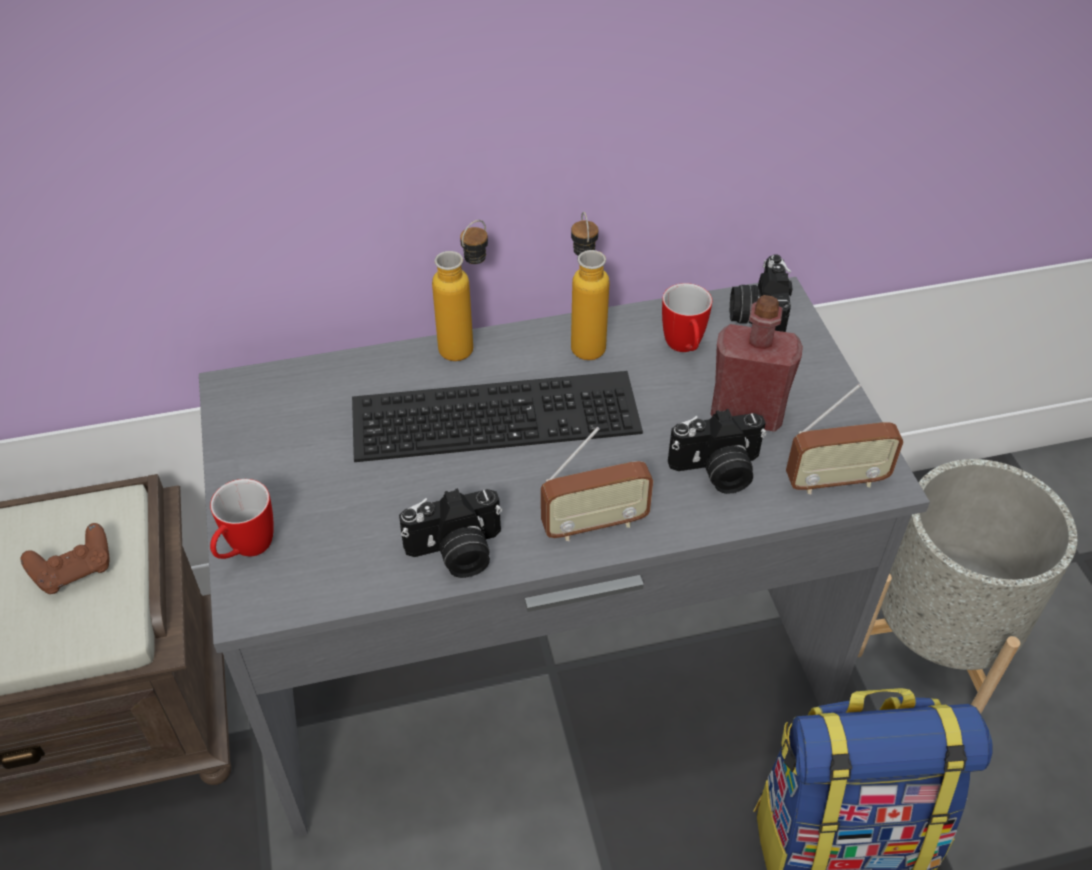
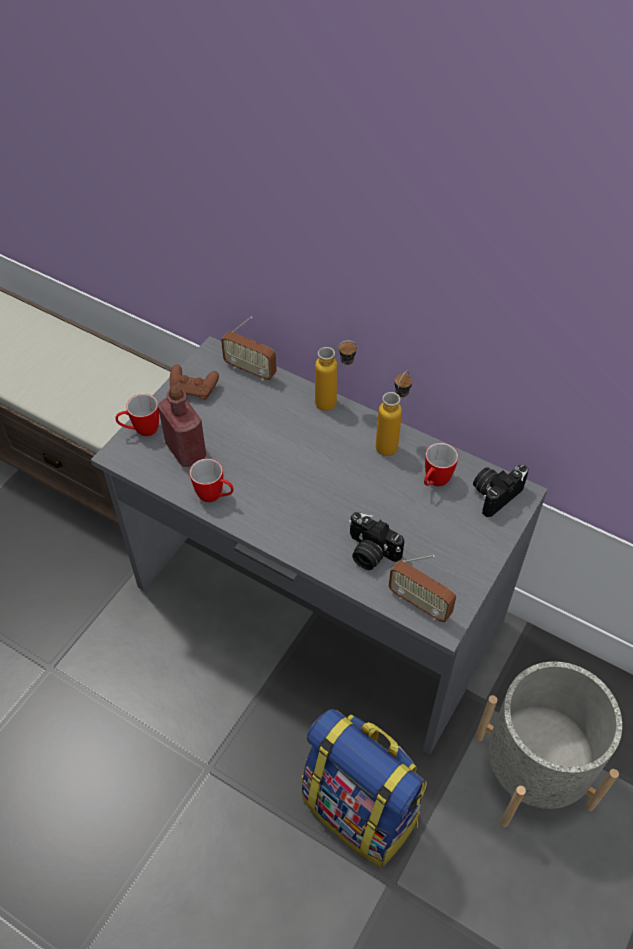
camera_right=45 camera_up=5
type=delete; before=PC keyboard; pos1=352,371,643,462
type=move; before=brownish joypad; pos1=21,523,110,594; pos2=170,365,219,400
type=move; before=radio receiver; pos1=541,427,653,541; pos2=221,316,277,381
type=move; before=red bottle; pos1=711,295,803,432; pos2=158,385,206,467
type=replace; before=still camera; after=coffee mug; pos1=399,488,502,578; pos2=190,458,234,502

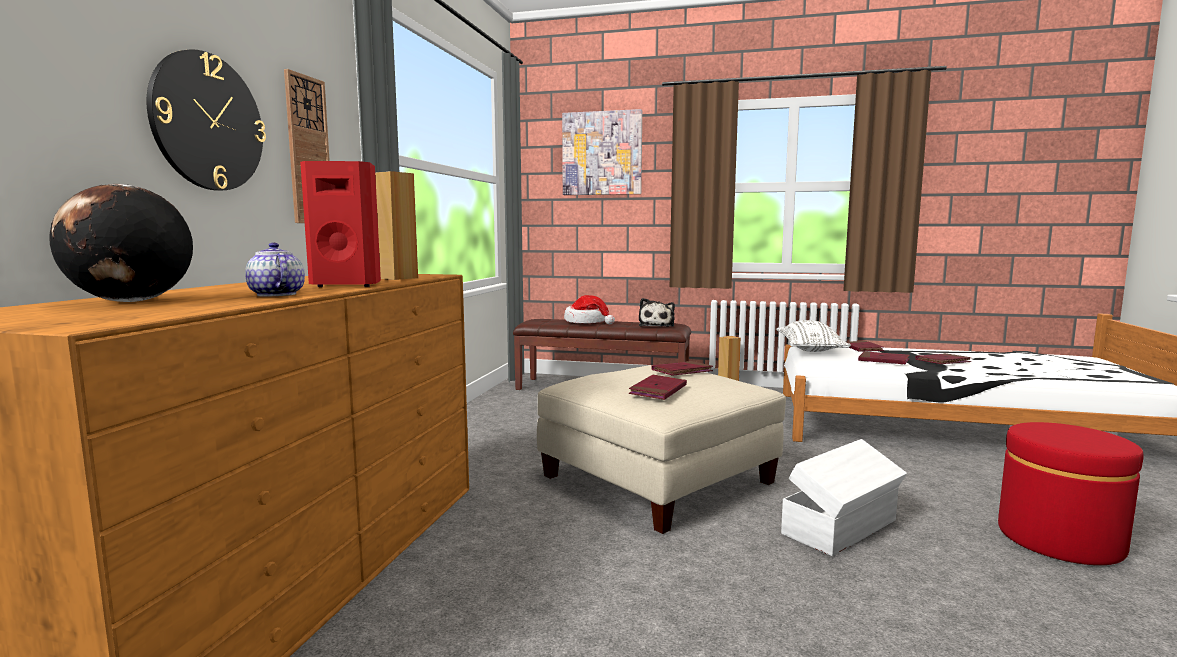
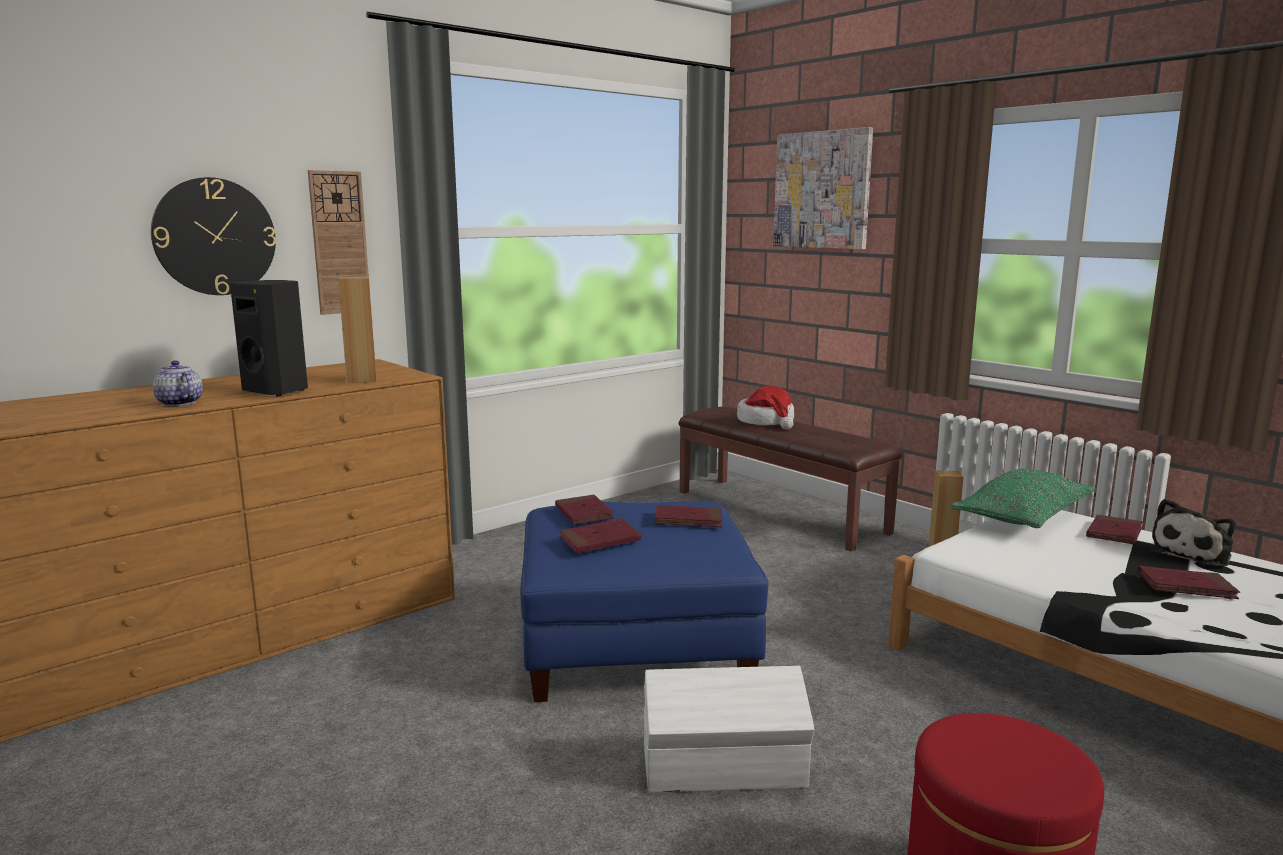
camera_right=35 camera_up=5
type=delete; before=world globe; pos1=49,184,193,302
type=move; before=soft toy; pos1=639,298,675,327; pos2=1150,499,1236,566
type=move; before=red bound book; pos1=858,351,910,365; pos2=555,495,614,524
type=recolor; before=red loudspeaker; after=black loudspeaker; pos1=300,161,381,287; pos2=230,280,308,396
type=recolor; before=beige-coloured footrest; after=bluish footrest; pos1=537,365,786,534; pos2=520,501,768,702
type=recolor; before=white cushion; after=green cushion; pos1=776,320,851,352; pos2=951,469,1095,528
type=rotate; before=pot for tea; pos1=245,242,305,296; pos2=153,360,203,406; turn=-45

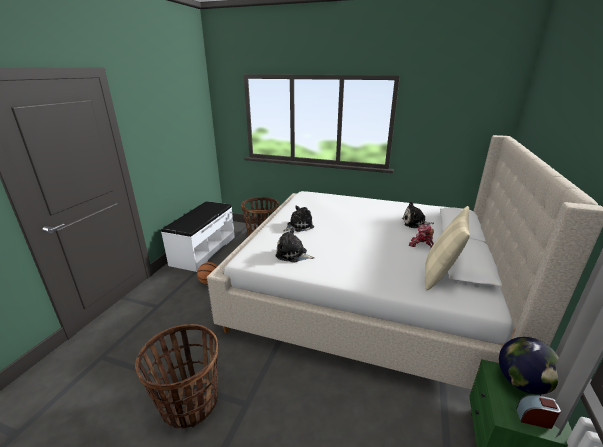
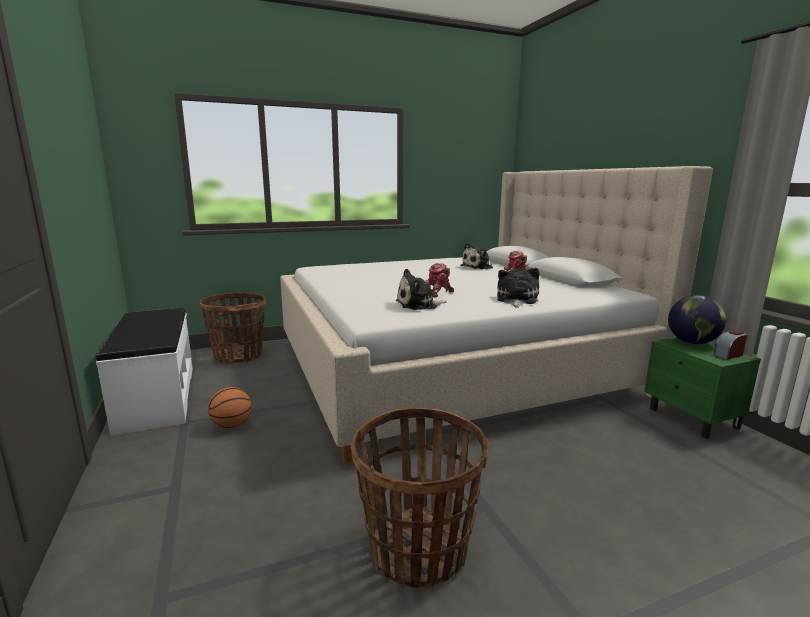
camera_right=-40 camera_up=-10
type=delete; before=beige-coloured cushion; pos1=425,206,470,290
type=insert; after=model robot; pos2=425,263,454,297
type=move; before=soft toy; pos1=284,206,314,232; pos2=497,268,539,308

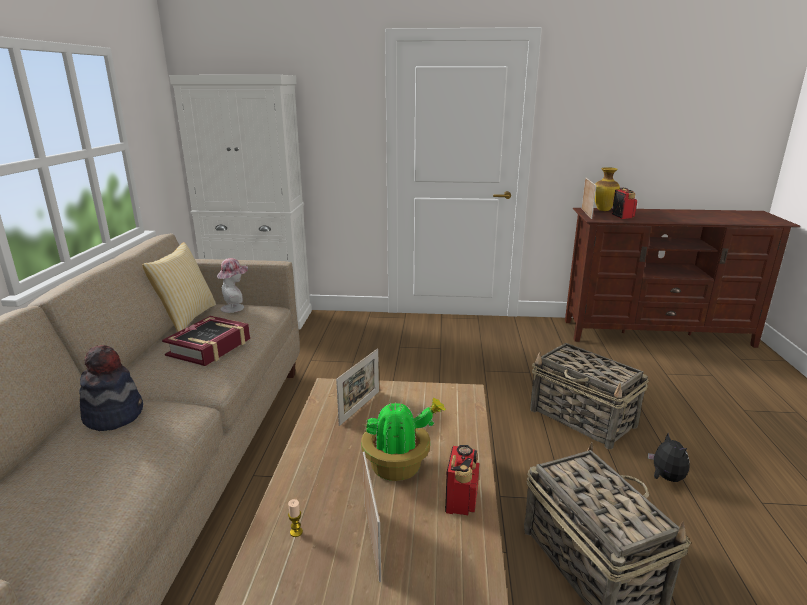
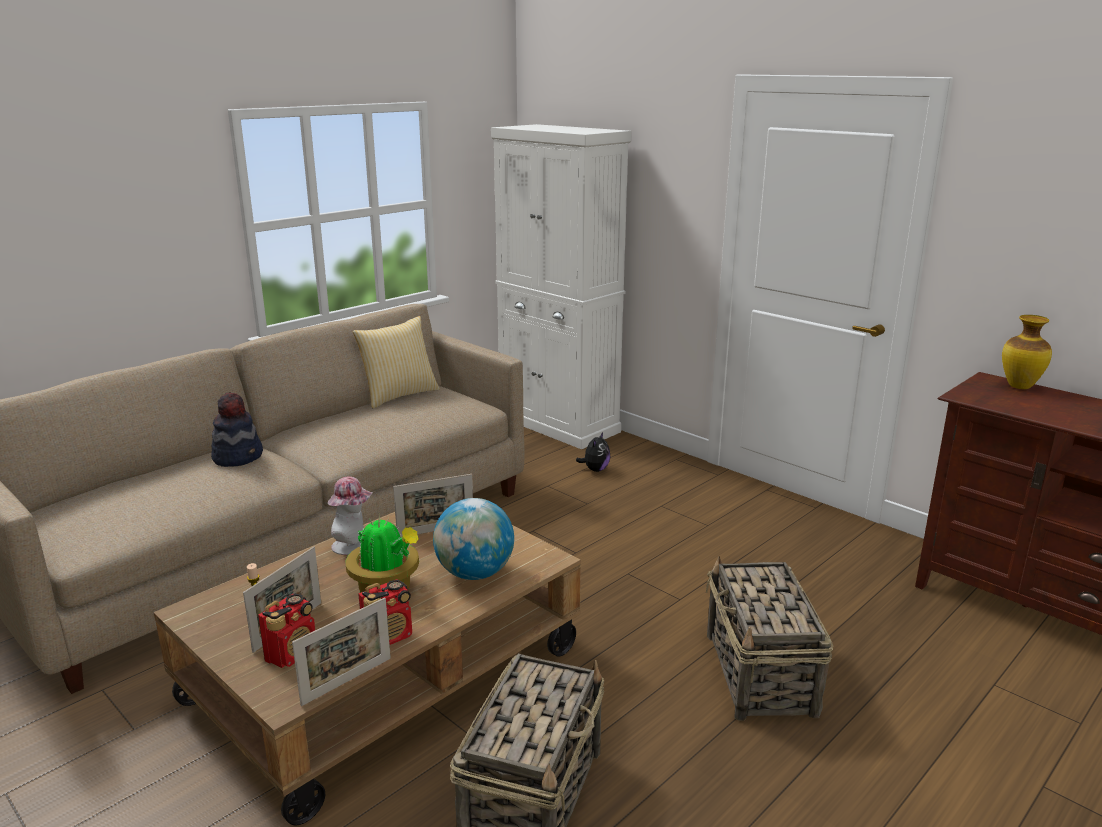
camera_right=40 camera_up=0
type=delete; before=bound book; pos1=162,316,250,366
type=insert; after=world globe; pos2=433,498,514,580
type=move; before=clothing hat; pos1=217,258,248,313; pos2=328,476,373,555
type=move; before=photo frame; pos1=582,178,597,219; pos2=292,598,391,706
type=move; before=radio receiver; pos1=612,188,637,219; pos2=258,594,315,668
type=move; before=soft toy; pos1=648,433,690,482; pos2=576,432,611,472

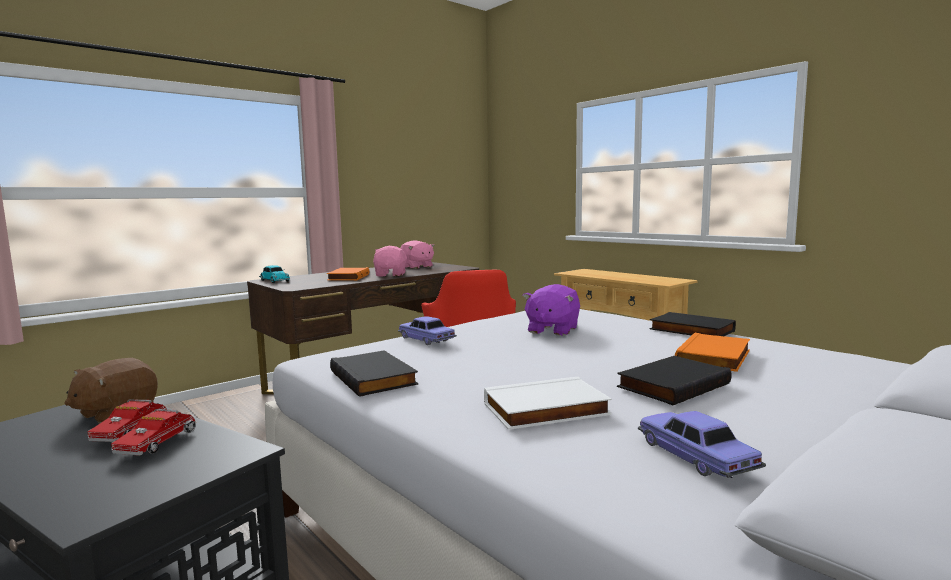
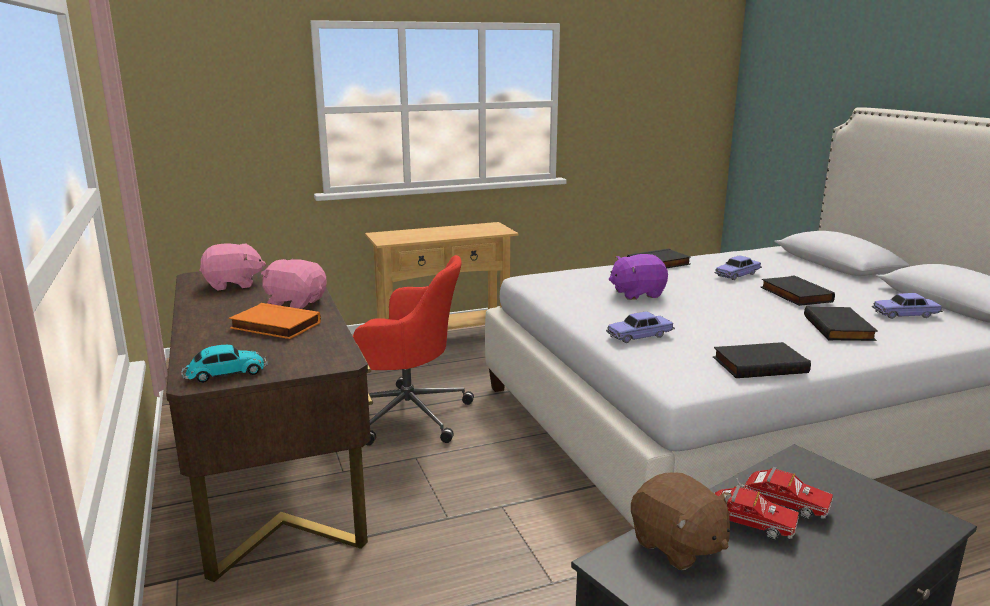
camera_right=-70 camera_up=10
type=replace; before=orange bound book; after=miniature car; pos1=675,333,750,372; pos2=714,255,762,280
type=recolor; before=white bound book; after=black bound book; pos1=484,377,612,430; pos2=804,306,878,341
type=rotate; before=purple-coloured soft toy; pos1=522,284,580,336; pos2=609,254,668,300; turn=120

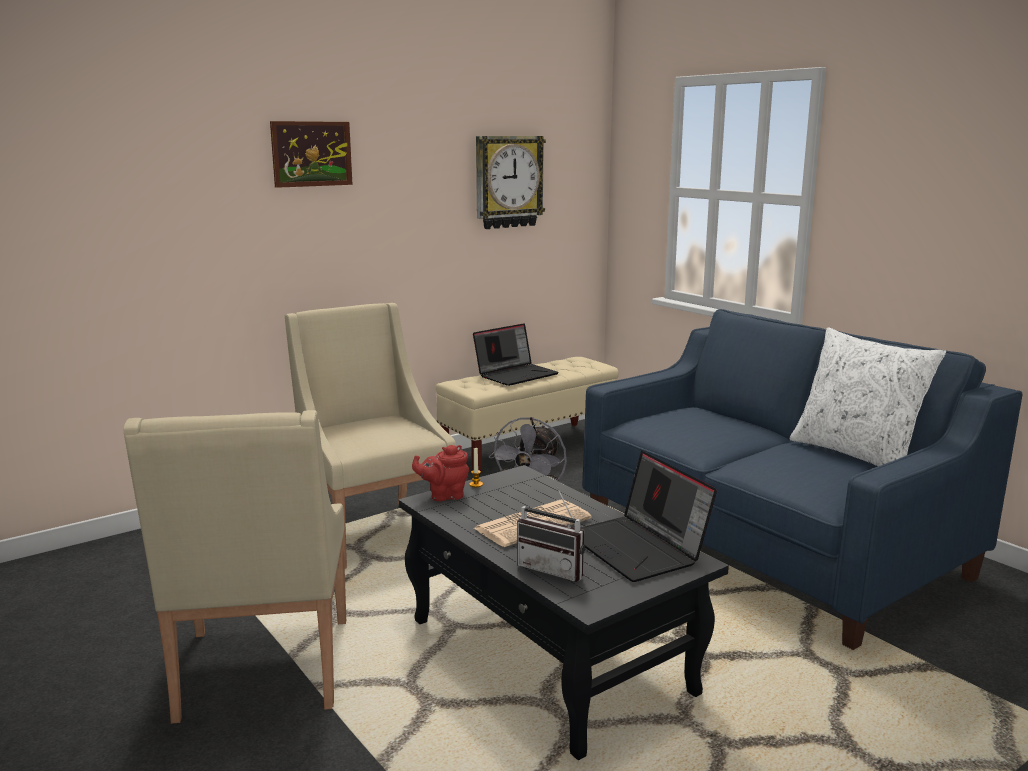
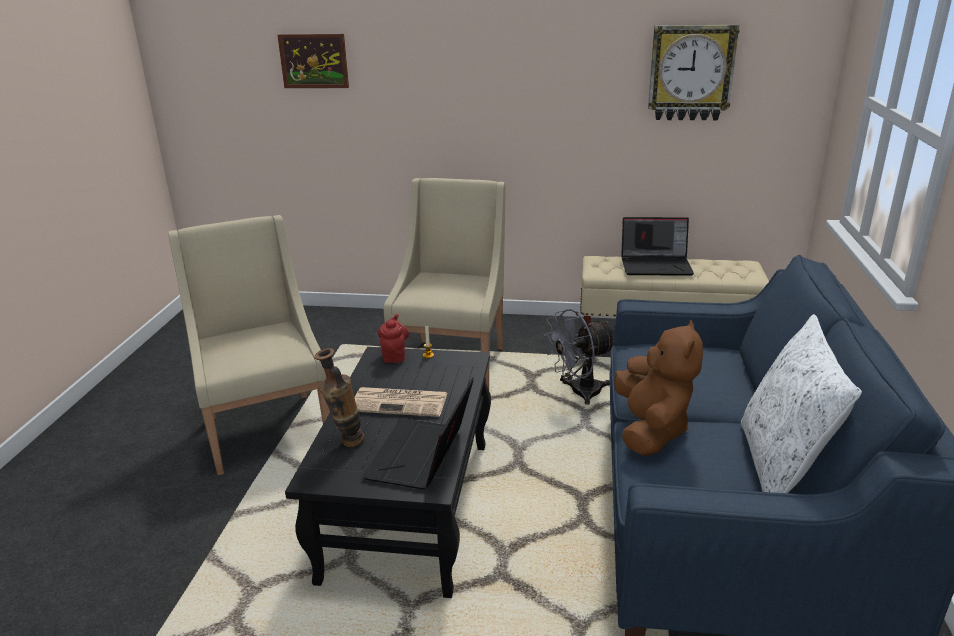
camera_right=45 camera_up=10
type=insert; after=brownish soft toy; pos2=614,320,703,456
type=move; before=wall picture; pos1=270,121,353,188; pos2=277,34,349,88
type=replace; before=radio receiver; after=vase; pos1=517,487,585,582; pos2=314,348,364,447
type=rotate; before=beige-coloured easy chair; pos1=123,410,346,724; pos2=168,215,330,475; turn=120
type=rotate; before=red pot for tea; pos1=412,445,469,501; pos2=378,314,409,363; turn=60

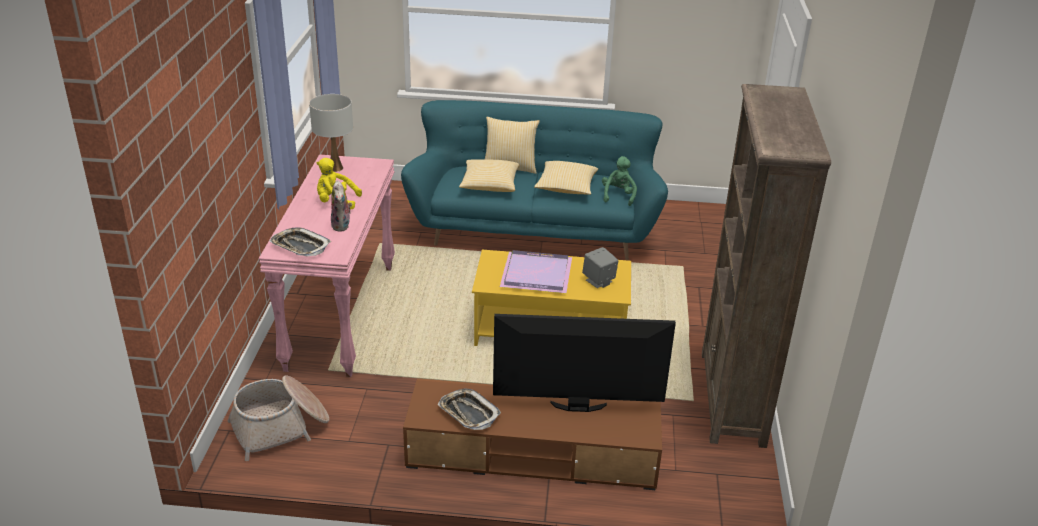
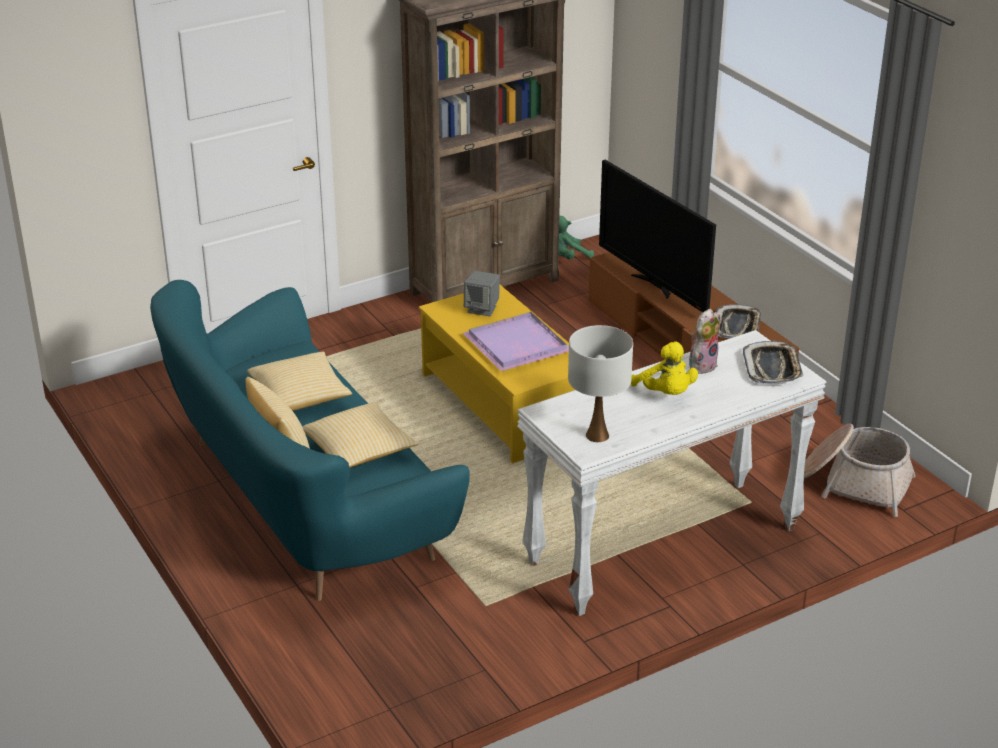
camera_right=-125 camera_up=0
type=move; before=green soft toy; pos1=602,156,637,206; pos2=559,216,594,259
type=recolor; before=pink-coloured console table; after=white console table; pos1=259,155,395,377; pos2=517,330,826,616

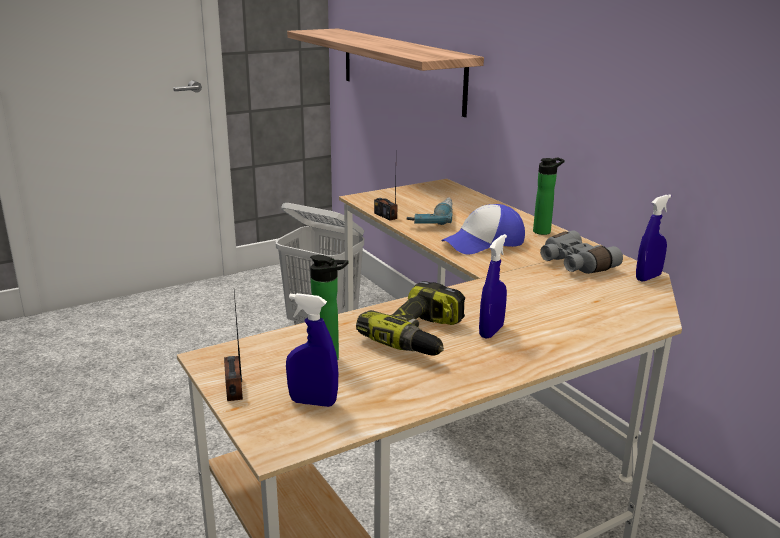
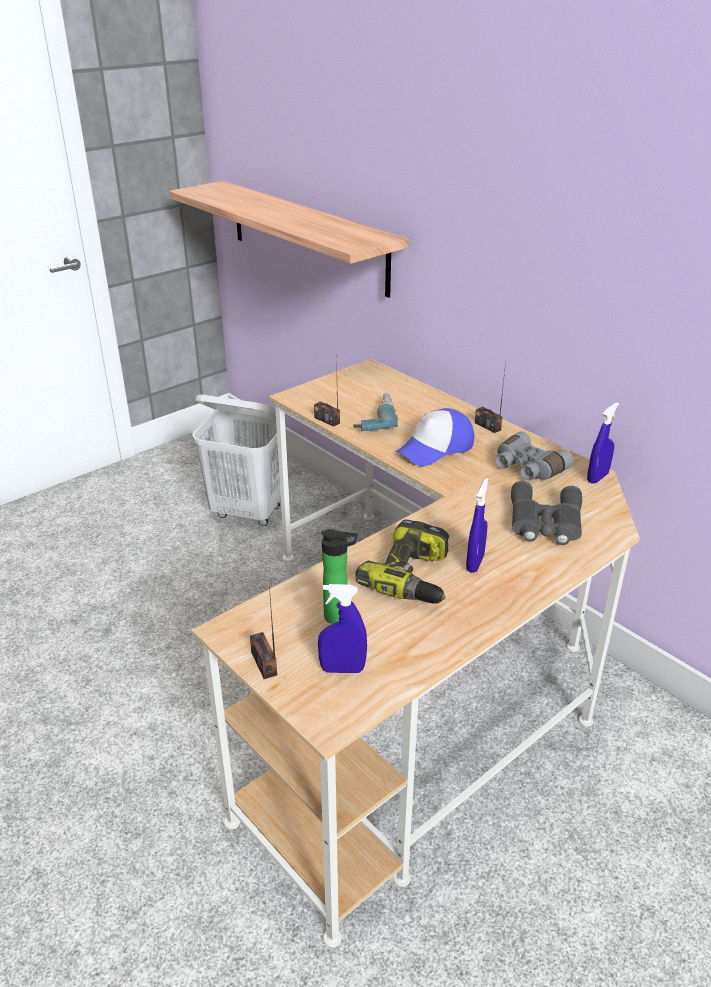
camera_right=-10 camera_up=10
type=insert; after=gray binoculars; pos2=511,481,582,545
type=replace; before=bottle; after=radio receiver; pos1=533,157,565,235; pos2=475,362,506,433

